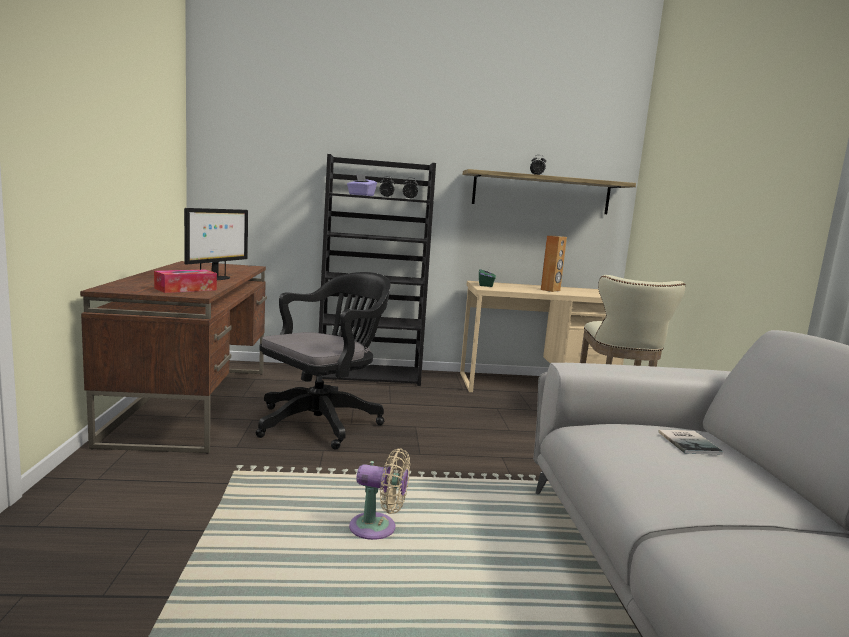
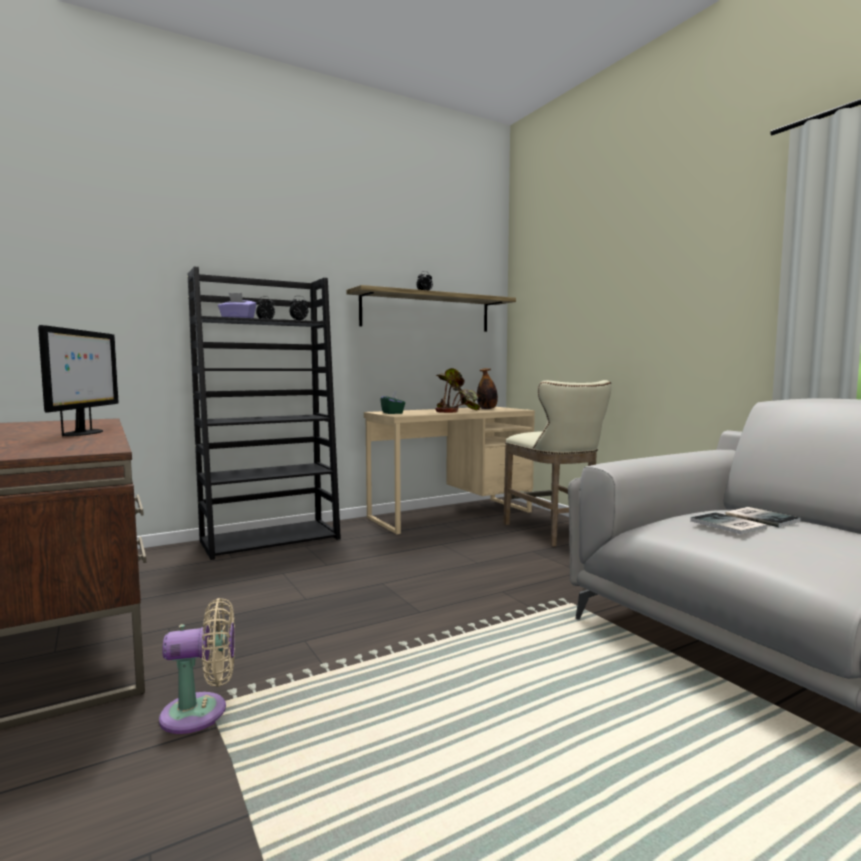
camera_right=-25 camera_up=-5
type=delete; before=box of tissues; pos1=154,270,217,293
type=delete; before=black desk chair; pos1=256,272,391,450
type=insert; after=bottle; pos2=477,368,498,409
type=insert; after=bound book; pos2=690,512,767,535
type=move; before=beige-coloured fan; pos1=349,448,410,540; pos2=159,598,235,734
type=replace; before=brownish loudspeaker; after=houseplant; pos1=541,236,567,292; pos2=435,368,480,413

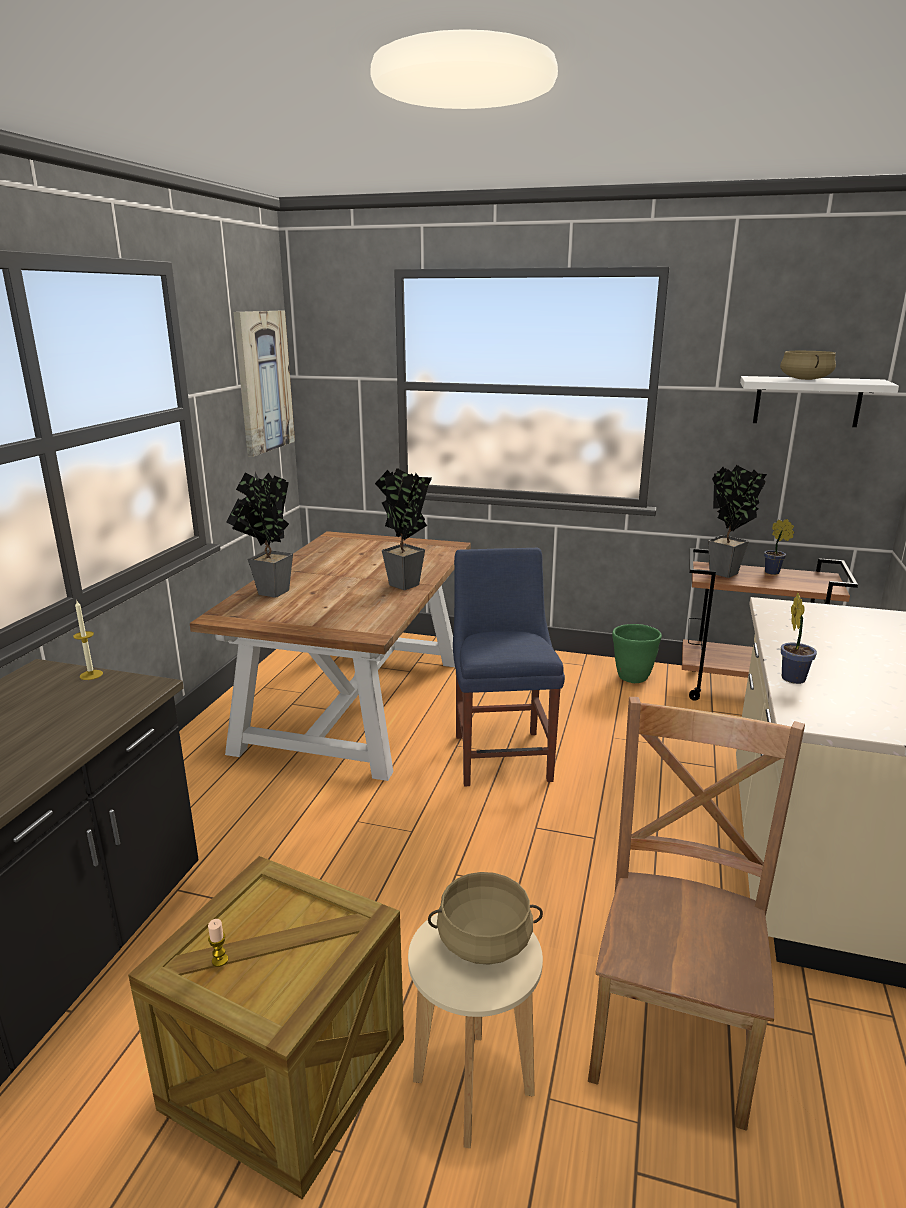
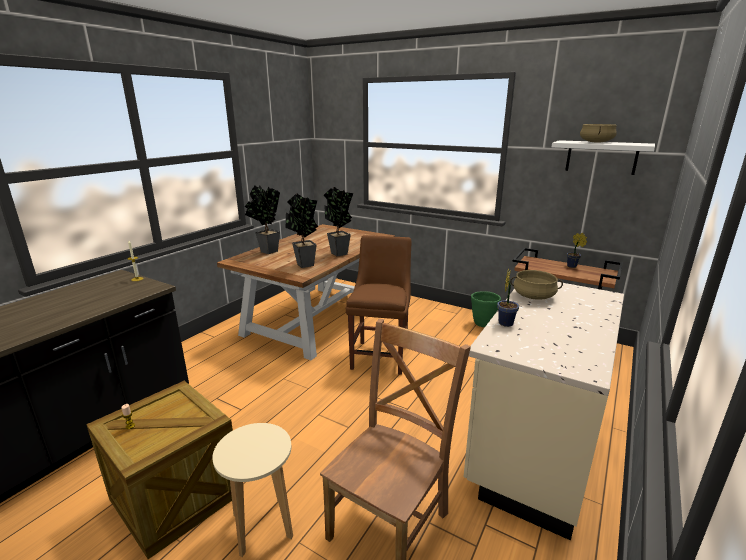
camera_right=15 camera_up=0
type=delete; before=wall picture; pos1=234,311,295,457
type=move; before=beige-coloured cooking pot; pos1=428,872,543,965; pos2=510,270,563,300
type=move; before=houseplant; pos1=708,465,767,578; pos2=286,194,318,268
type=recolor; before=bluish upright chair; after=brownish upright chair; pos1=453,548,565,786; pos2=346,235,412,375

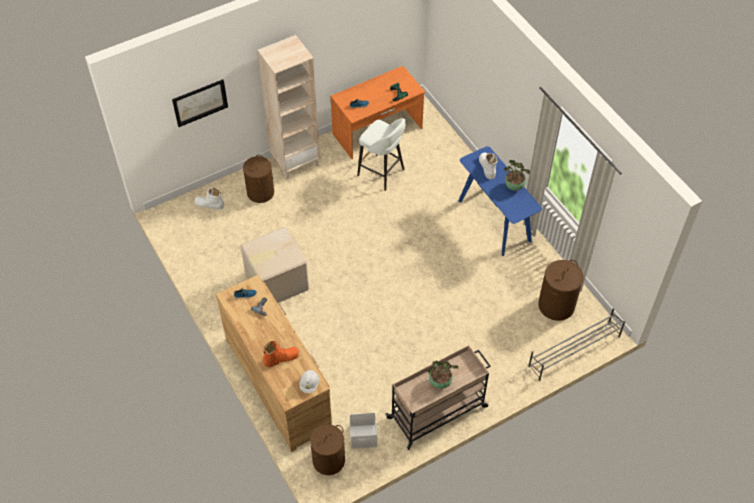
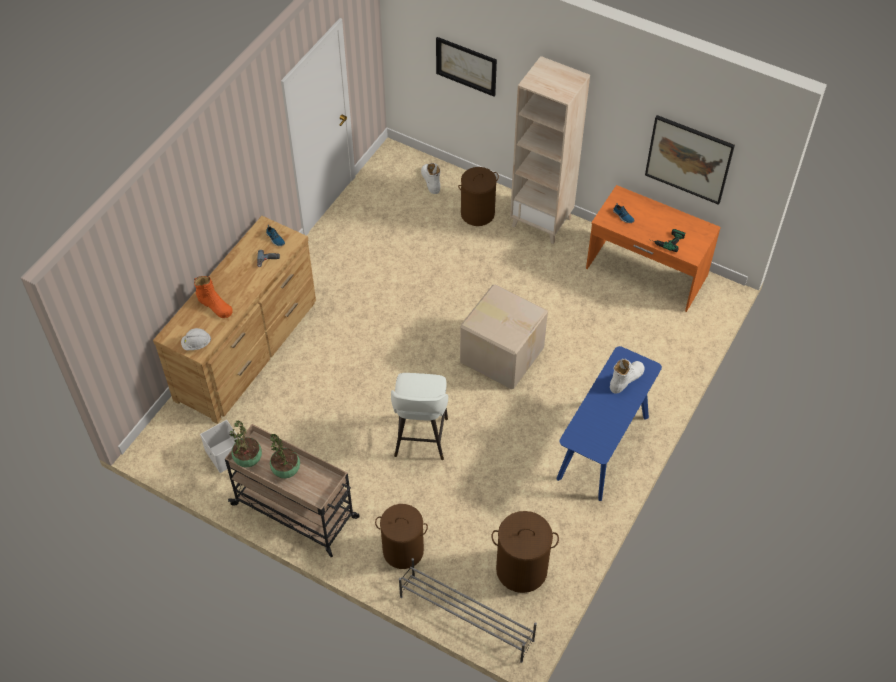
camera_right=60 camera_up=0
type=insert; after=wall picture; pos2=645,115,735,205
type=move; before=packing box; pos1=241,227,309,303; pos2=460,284,548,389
type=move; before=brownish hamper; pos1=310,424,345,475; pos2=375,504,428,569
type=move; before=white stool; pos1=357,118,405,191; pos2=391,373,448,460
type=move; before=houseplant; pos1=504,160,531,191; pos2=230,421,262,467

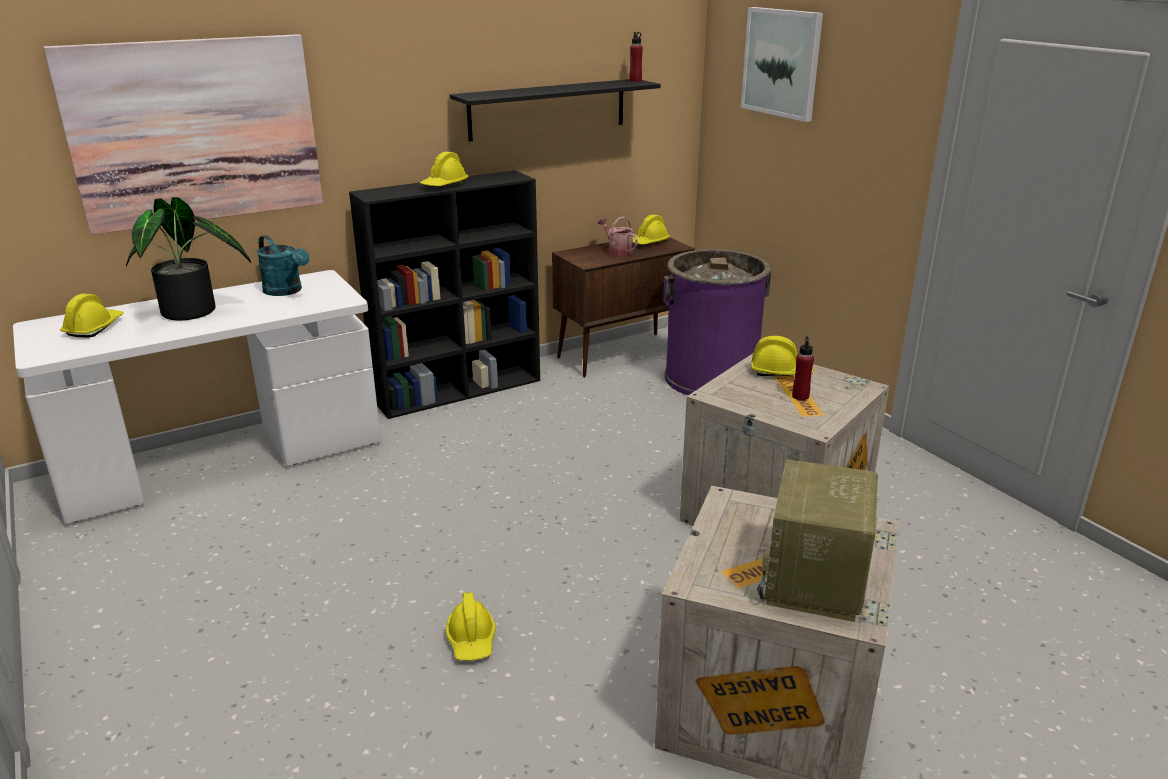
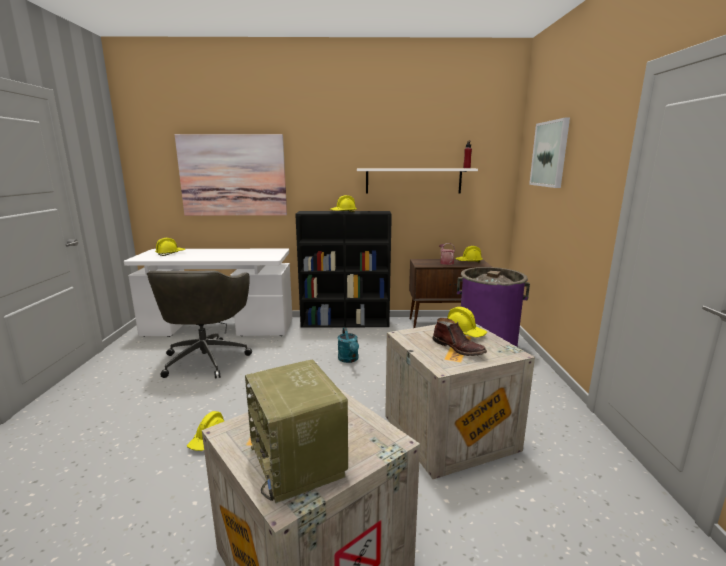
camera_right=30 camera_up=-10
type=delete; before=houseplant; pos1=126,197,251,320
type=insert; after=gray desk chair; pos2=147,270,252,378
type=move; before=turquoise watering pot; pos1=257,235,310,296; pos2=338,327,359,363
type=replace; before=red bottle; after=brownish boot; pos1=792,336,814,400; pos2=432,318,487,356
type=recolor; before=black wall shelf; after=white wall shelf; pos1=450,79,661,142; pos2=357,168,478,194
type=rotate; before=radio receiver; pos1=757,459,878,622; pos2=245,360,348,503; turn=-75

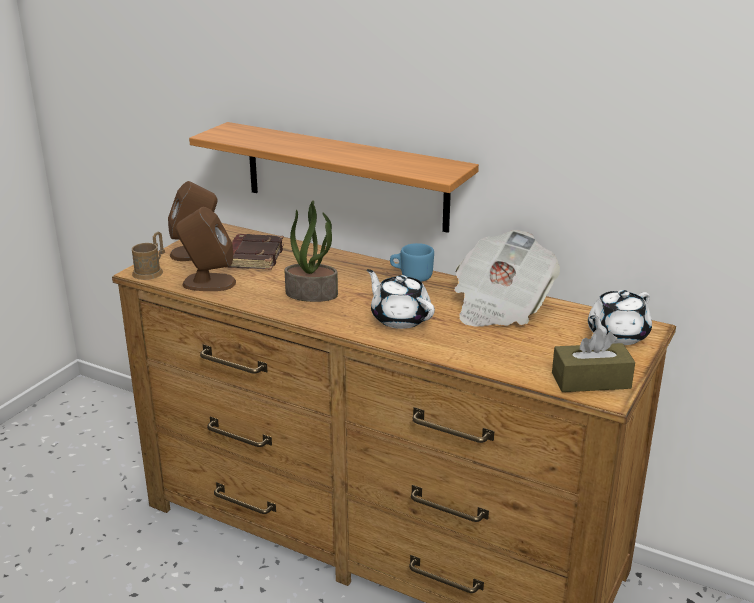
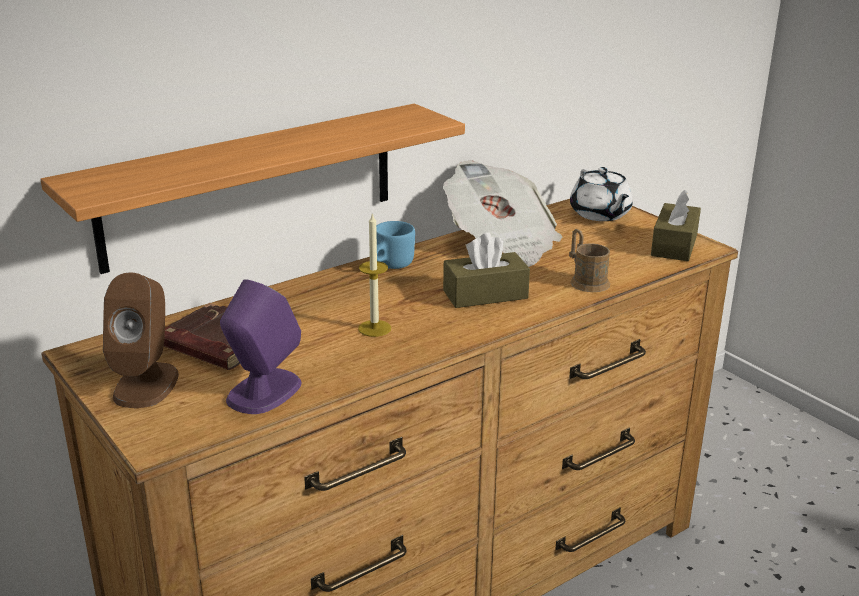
camera_right=-65 camera_up=0
type=move; before=brownish coffee mug; pos1=132,232,165,280; pos2=569,229,610,292
type=replace; before=houseplant; after=wax light; pos1=284,200,338,302; pos2=358,212,391,337
type=replace; before=white pot for tea; after=brownish box of tissues; pos1=367,269,435,329; pos2=443,233,530,308
type=recolor; before=brownish loudspeaker; after=purple-coloured loudspeaker; pos1=175,207,236,291; pos2=220,279,302,414

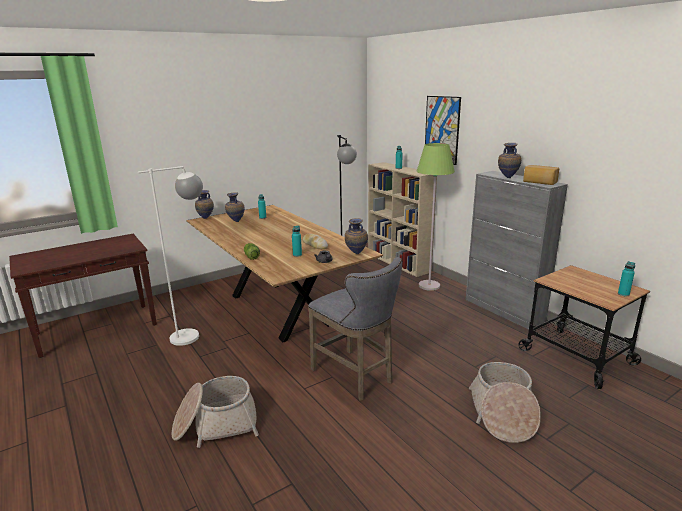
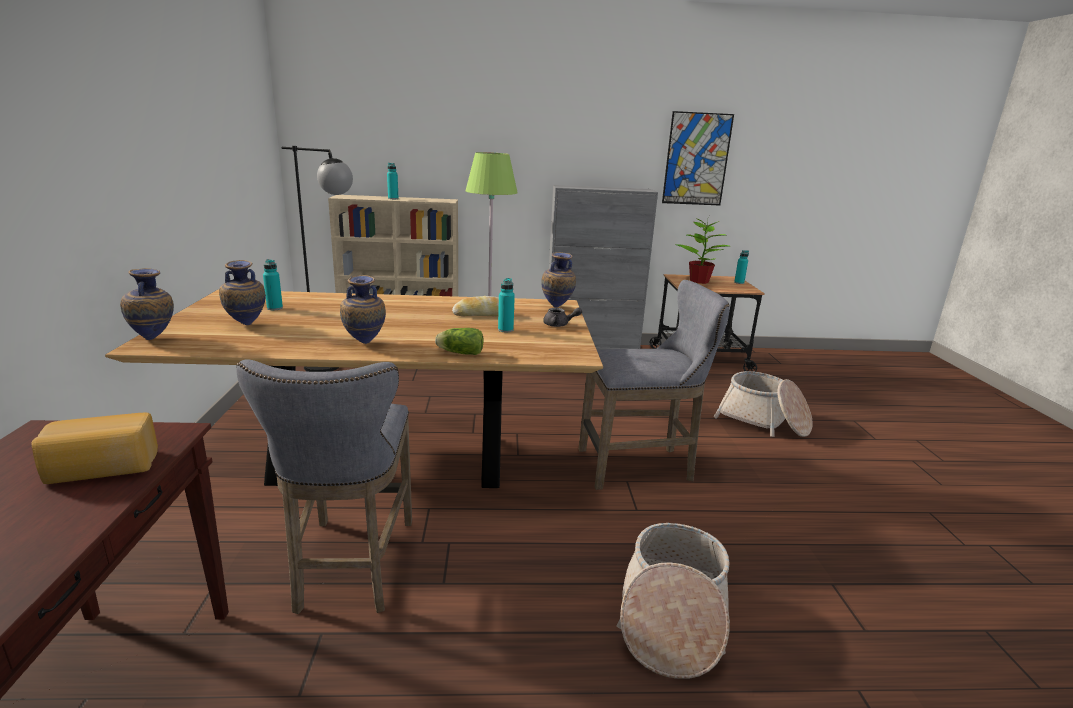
camera_right=-60 camera_up=0
type=insert; after=houseplant; pos2=675,216,729,284
type=move; before=wall picture; pos1=425,96,461,165; pos2=662,111,734,205
type=move; before=vase; pos1=498,143,521,178; pos2=340,275,386,344
type=move; before=bakery bread; pos1=523,165,559,185; pos2=31,413,158,484
type=replace; before=white floor lamp; after=gray stool; pos1=138,166,203,346; pos2=236,359,412,614

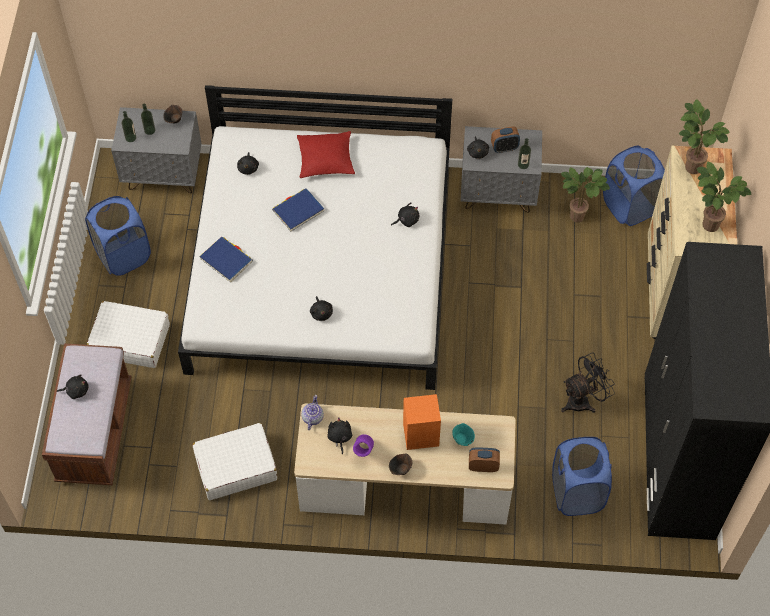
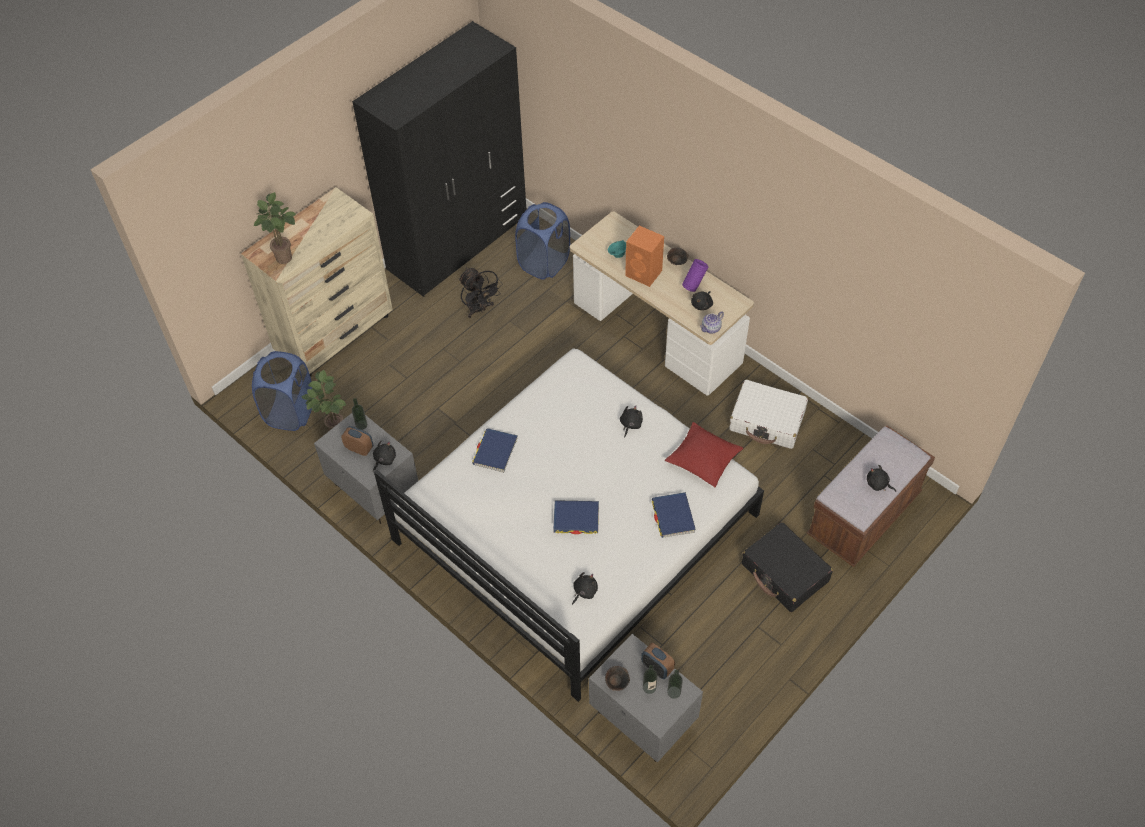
camera_right=-140 camera_up=-5
type=delete; before=bluish hamper; pos1=85,196,151,276
type=delete; before=houseplant; pos1=696,162,751,232
type=move; before=red cushion; pos1=297,131,355,178; pos2=665,422,743,487
type=move; before=alarm clock; pos1=469,447,500,472; pos2=641,643,675,679
type=replace; before=black soft toy; after=bluish bound book; pos1=391,202,419,227; pos2=472,428,518,473
type=recolor; before=white suitcase; after=black suitcase; pos1=87,301,170,368; pos2=742,522,833,612
type=rotate; before=black fan; pos1=561,352,615,413; pos2=459,268,503,318; turn=-135

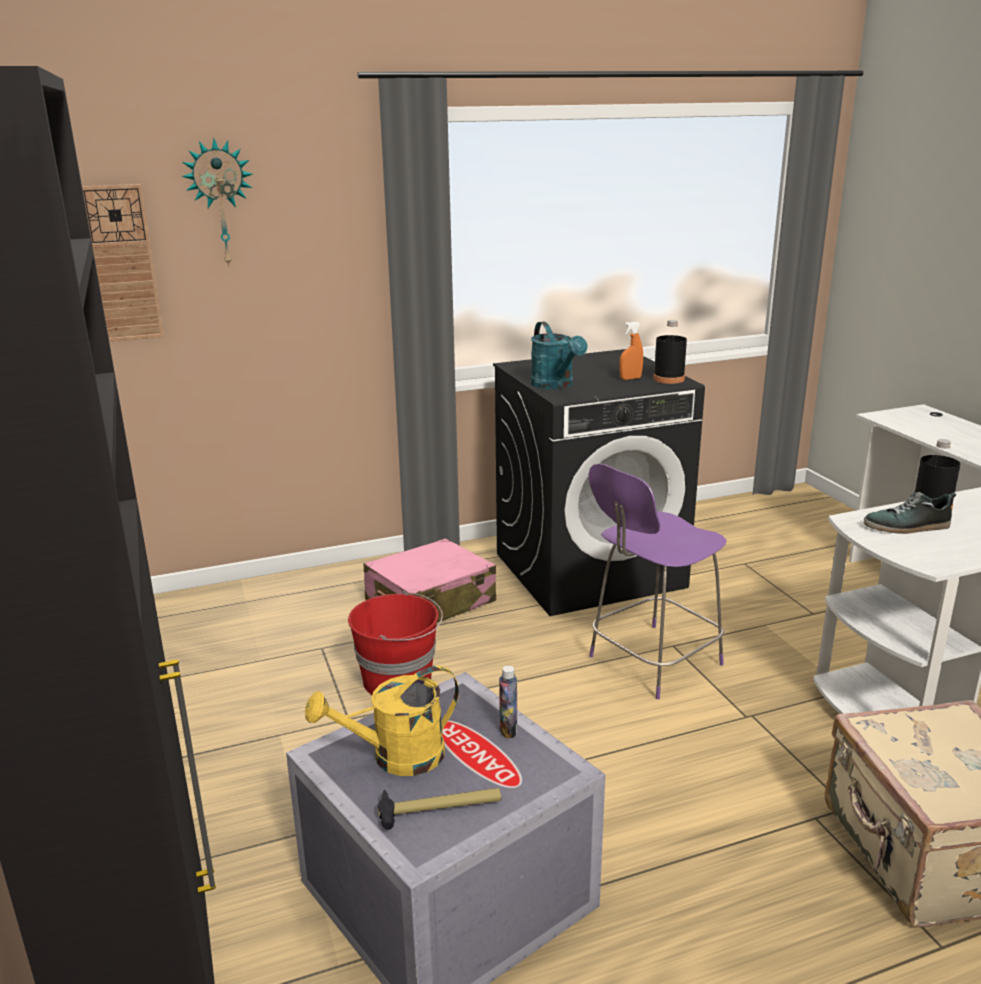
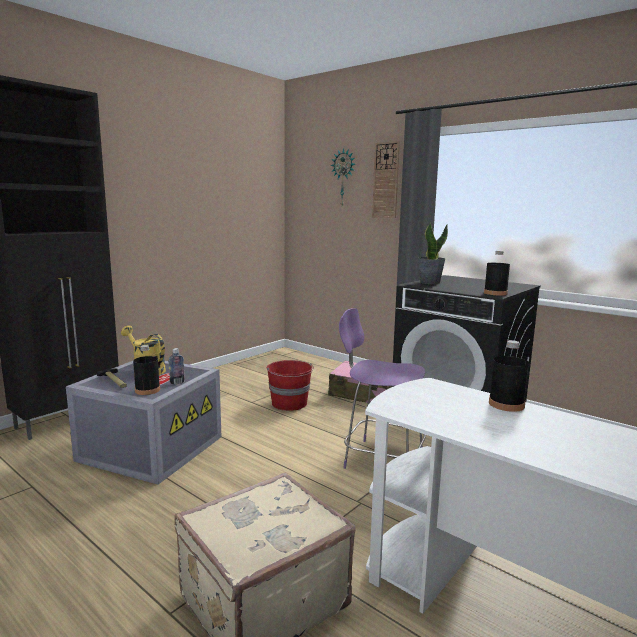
camera_right=60 camera_up=-10
type=delete; before=orange sprayer; pos1=619,321,643,380
type=delete; before=low shoe; pos1=864,492,956,534
type=insert; after=black bottle; pos2=133,345,160,395
type=move; before=clock on the wall; pos1=82,184,164,342; pos2=372,141,400,218
type=replace; before=turquoise watering pot; after=houseplant; pos1=531,322,587,389; pos2=418,222,448,284

